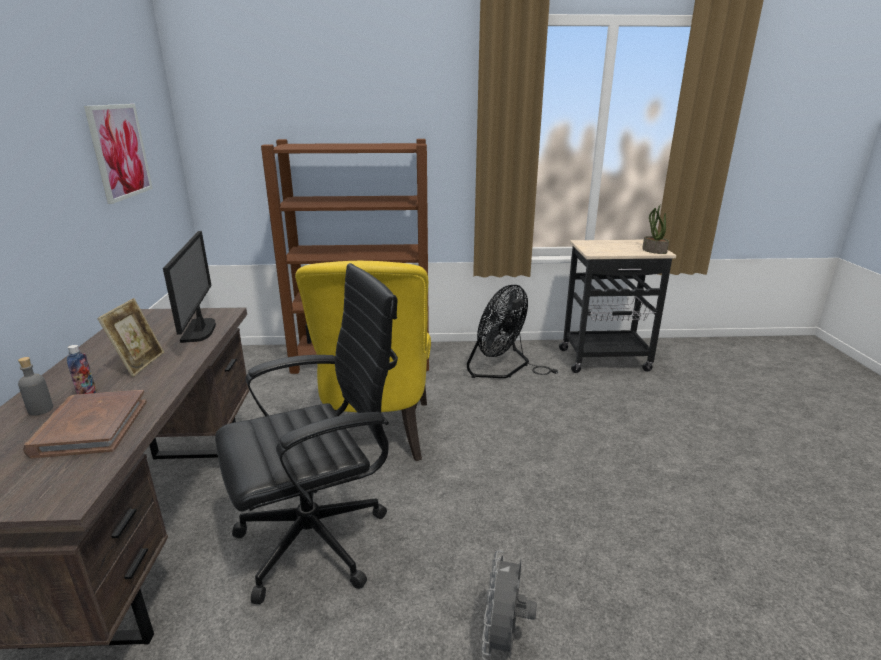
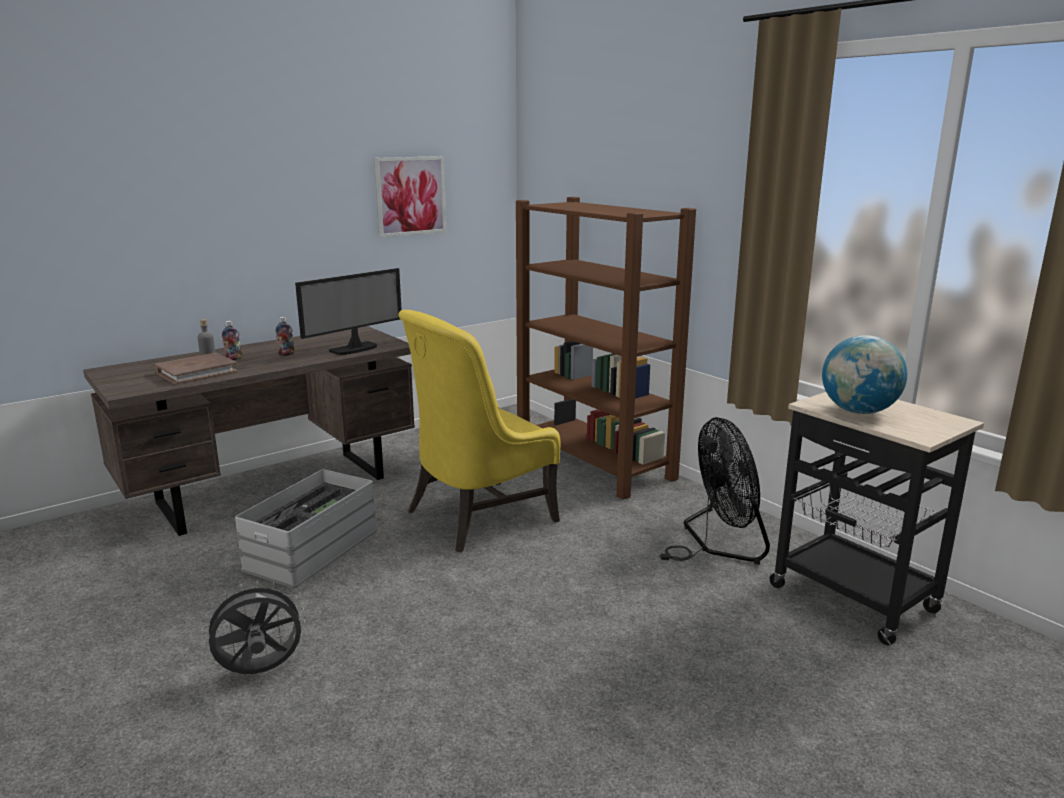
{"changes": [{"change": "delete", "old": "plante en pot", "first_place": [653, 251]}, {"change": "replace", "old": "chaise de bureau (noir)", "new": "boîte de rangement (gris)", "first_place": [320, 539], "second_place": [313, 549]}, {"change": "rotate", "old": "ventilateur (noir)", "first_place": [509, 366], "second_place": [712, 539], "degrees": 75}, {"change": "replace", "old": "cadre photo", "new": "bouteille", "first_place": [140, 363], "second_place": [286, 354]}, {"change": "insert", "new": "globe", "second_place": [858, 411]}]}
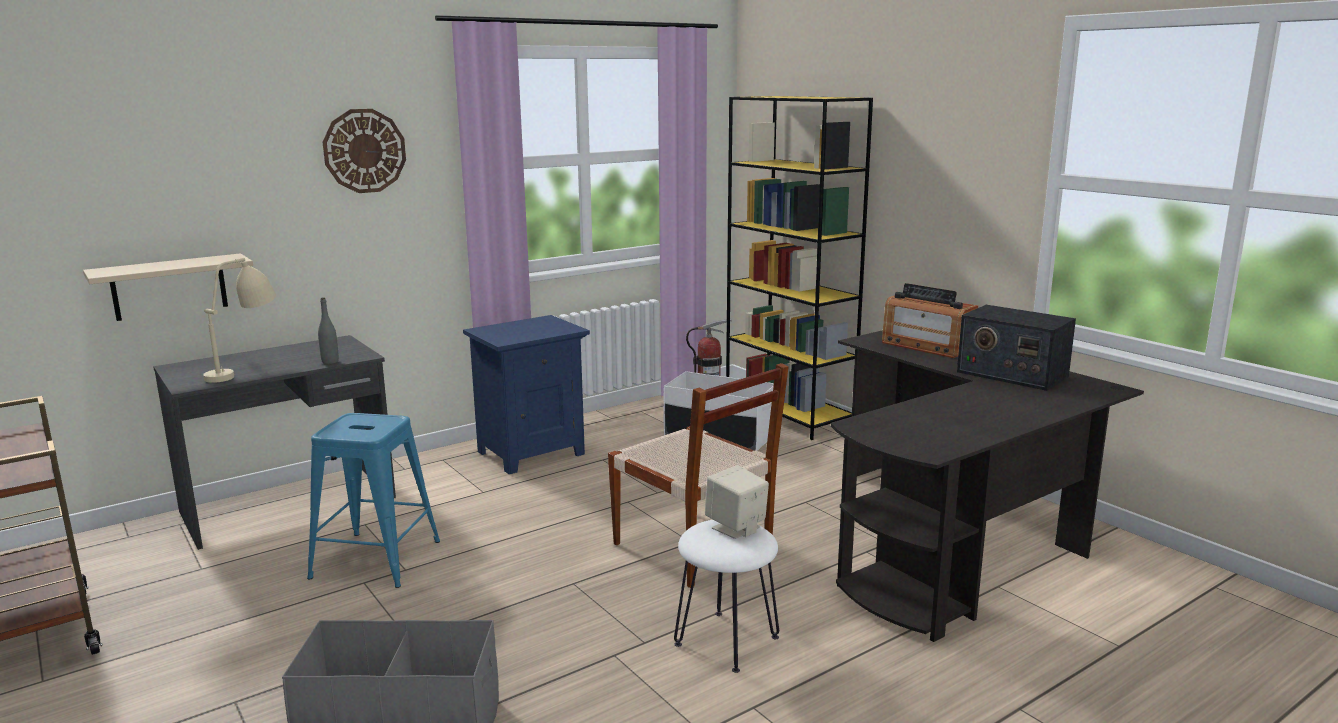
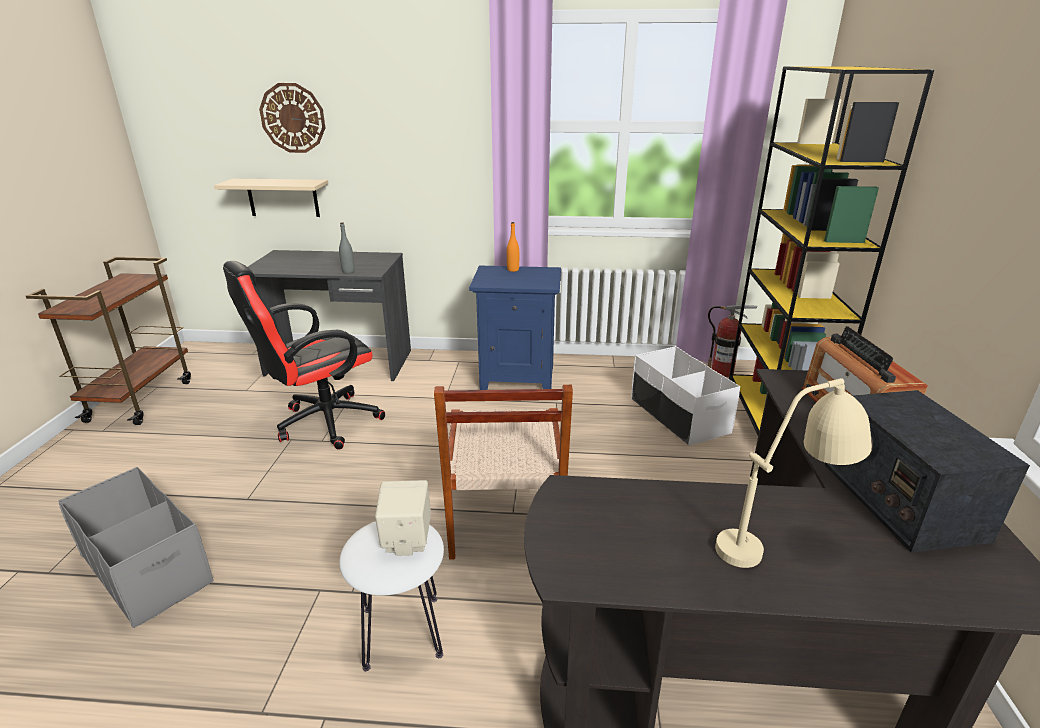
{"changes": [{"change": "move", "old": "horloge murale", "first_place": [364, 151], "second_place": [293, 118]}, {"change": "move", "old": "lampe de table (beige)", "first_place": [247, 370], "second_place": [781, 541]}, {"change": "replace", "old": "tabouret (bleu)", "new": "chaise de bureau (noir)", "first_place": [377, 559], "second_place": [320, 425]}, {"change": "insert", "new": "bouteille (orange)", "second_place": [513, 270]}]}
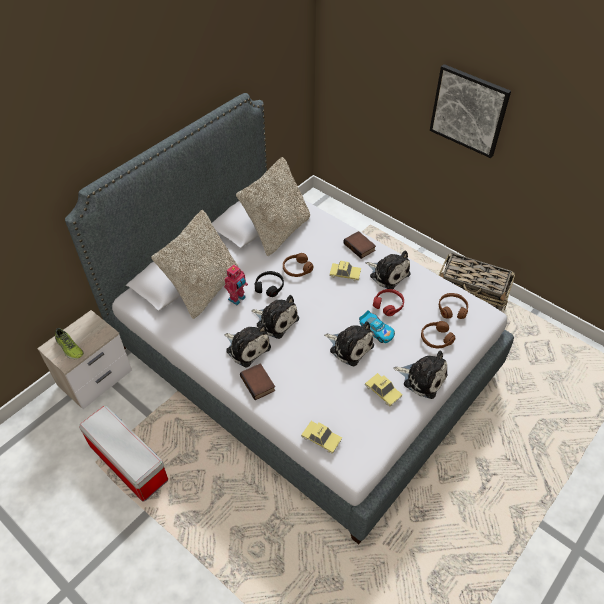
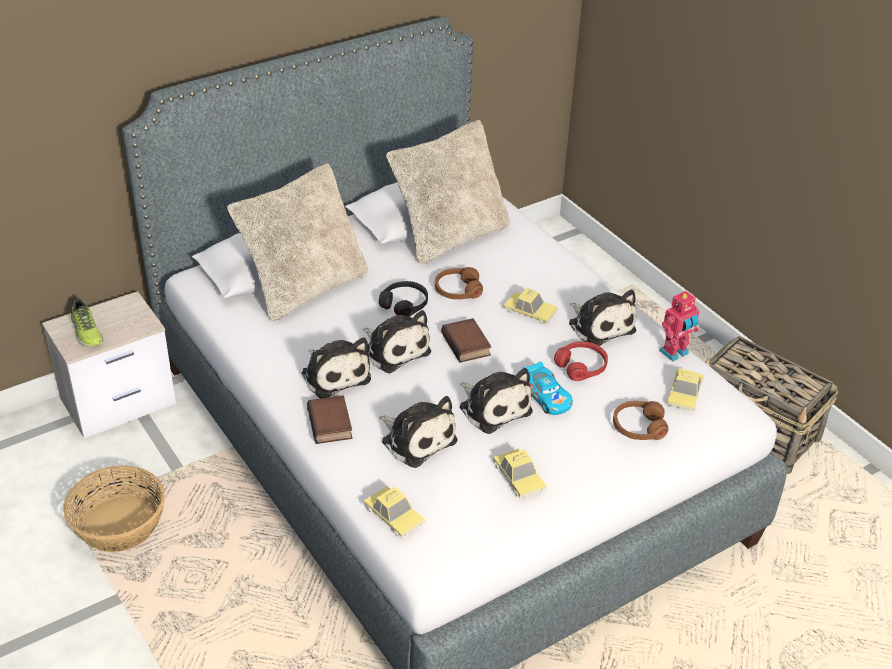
{"changes": [{"change": "delete", "old": "tableau", "first_place": [469, 110]}, {"change": "move", "old": "livre", "first_place": [360, 247], "second_place": [467, 345]}, {"change": "move", "old": "robot jouet", "first_place": [237, 299], "second_place": [675, 353]}, {"change": "replace", "old": "casque audio (marron)", "new": "petite voiture", "first_place": [452, 309], "second_place": [684, 394]}, {"change": "move", "old": "peluche", "first_place": [422, 378], "second_place": [416, 439]}, {"change": "replace", "old": "boîte de rangement", "new": "panier", "first_place": [127, 463], "second_place": [118, 524]}]}
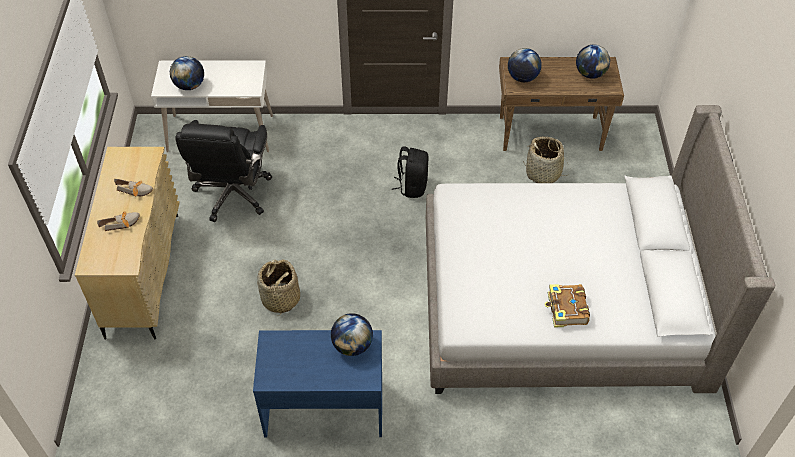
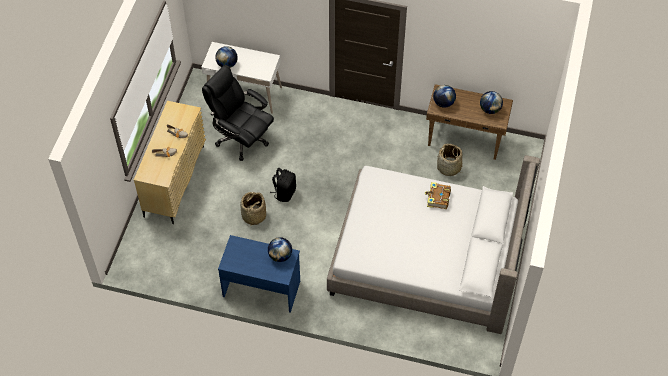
{"changes": [{"change": "rotate", "old": "chaise de bureau (noir)", "first_place": [233, 193], "second_place": [242, 138], "degrees": 105}, {"change": "move", "old": "sac à dos (noir)", "first_place": [412, 186], "second_place": [284, 193]}, {"change": "move", "old": "livre", "first_place": [566, 310], "second_place": [437, 198]}]}
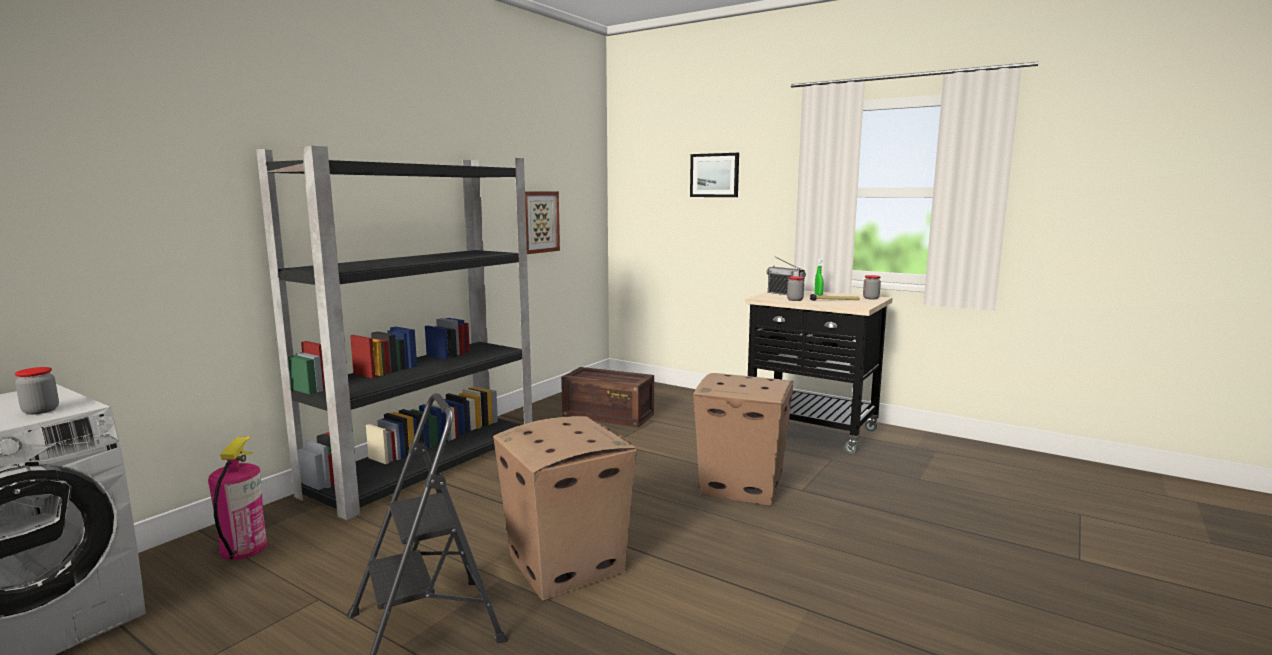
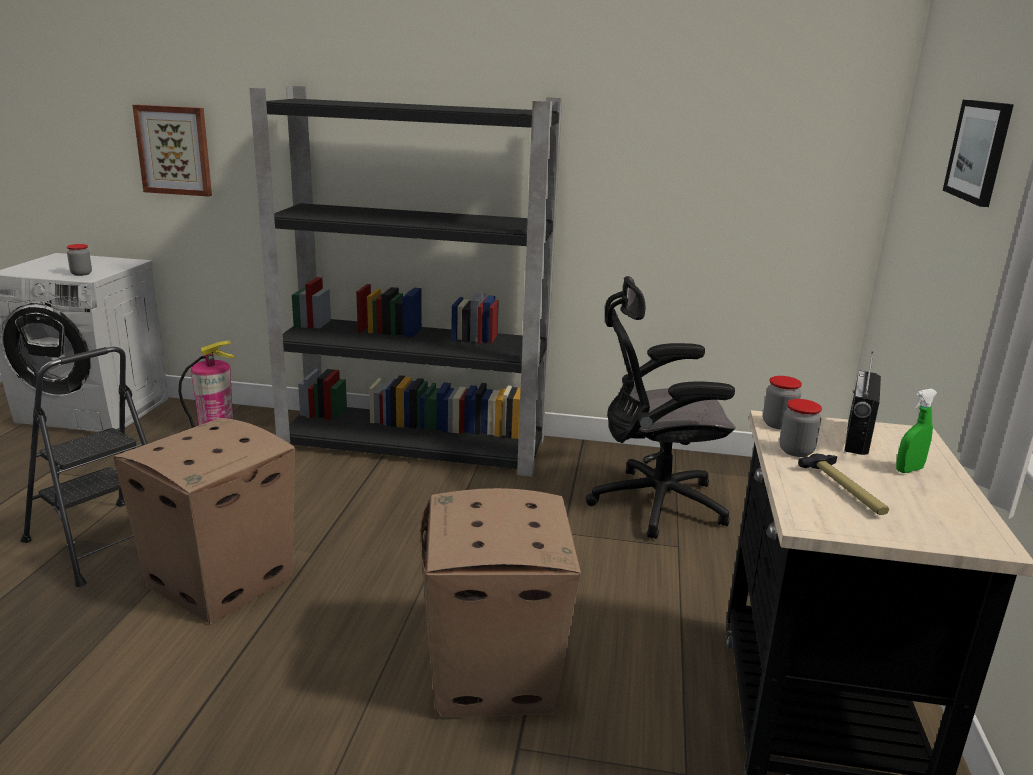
{"changes": [{"change": "move", "old": "tableau", "first_place": [539, 222], "second_place": [174, 150]}, {"change": "move", "old": "bocal", "first_place": [871, 298], "second_place": [778, 424]}, {"change": "replace", "old": "caisse", "new": "chaise de bureau", "first_place": [606, 415], "second_place": [656, 505]}]}
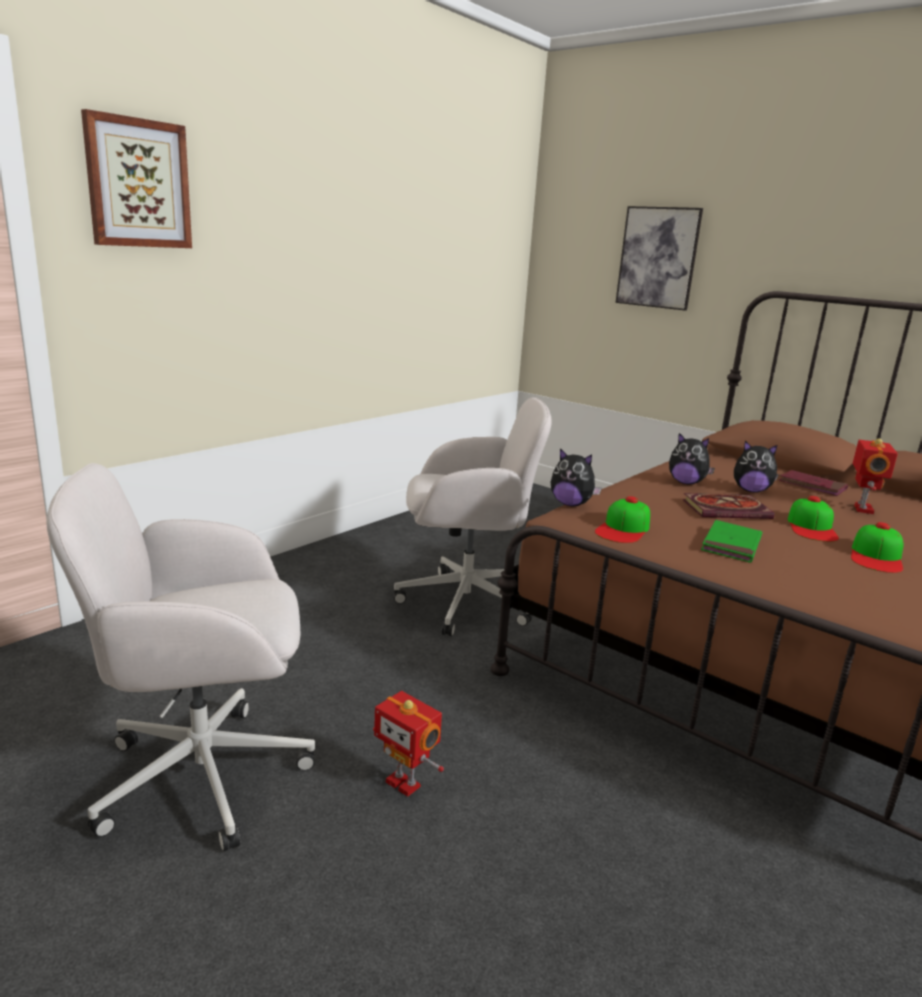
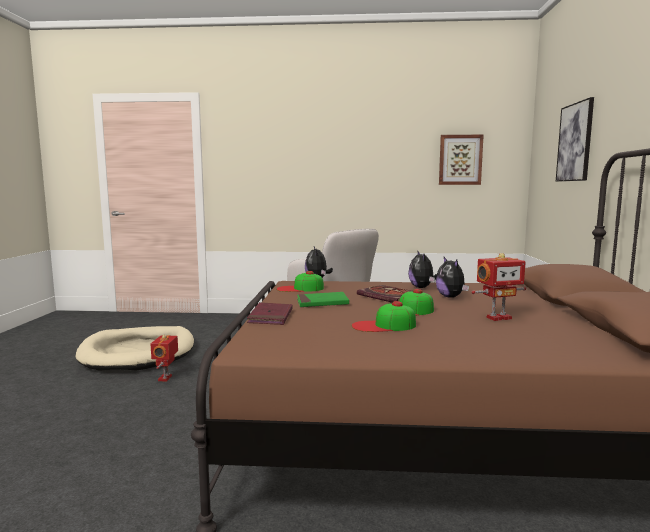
{"changes": [{"change": "move", "old": "tableau", "first_place": [138, 184], "second_place": [460, 160]}, {"change": "replace", "old": "chaise de bureau (blanc)", "new": "panier pour chien (beige)", "first_place": [203, 776], "second_place": [138, 353]}, {"change": "move", "old": "livre (rouge)", "first_place": [812, 486], "second_place": [271, 316]}]}
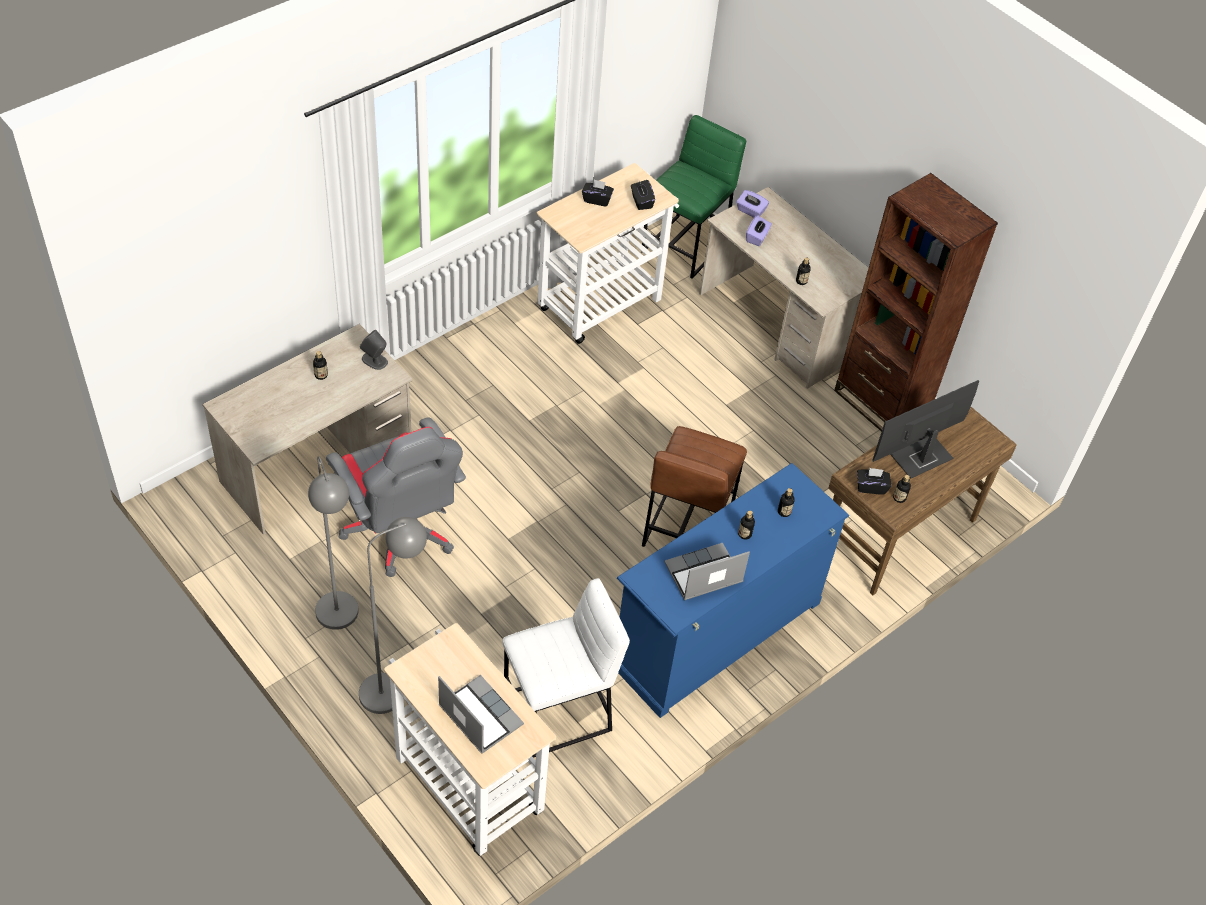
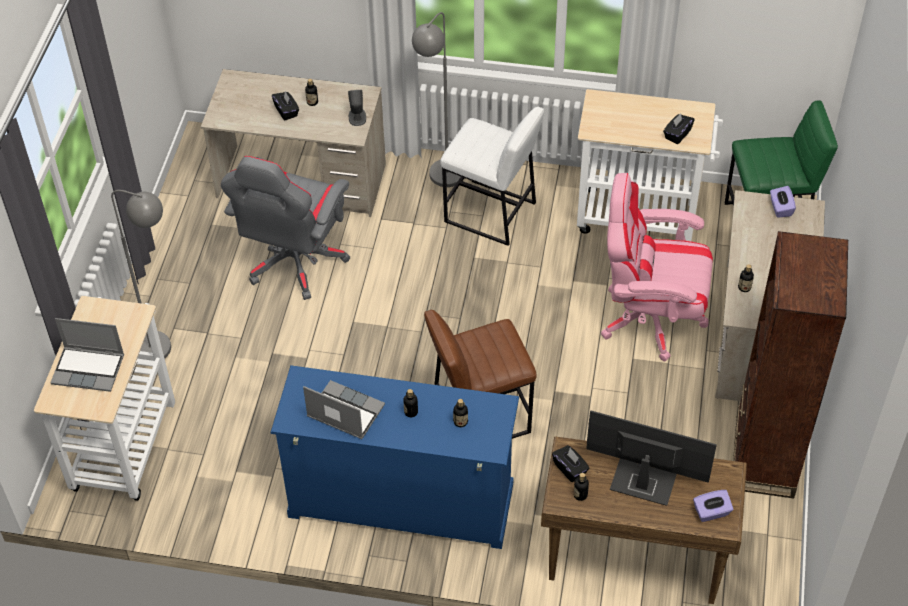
{"changes": [{"change": "move", "old": "boîte à mouchoirs (noir)", "first_place": [597, 199], "second_place": [286, 111]}, {"change": "move", "old": "boîte à mouchoirs (violet)", "first_place": [757, 237], "second_place": [711, 512]}, {"change": "move", "old": "lampadaire (gris)", "first_place": [340, 622], "second_place": [441, 182]}, {"change": "move", "old": "chaise (blanc)", "first_place": [559, 711], "second_place": [491, 213]}, {"change": "rotate", "old": "ordinateur portable", "first_place": [479, 715], "second_place": [89, 369], "degrees": 90}, {"change": "insert", "new": "chaise de bureau (rose)", "second_place": [651, 318]}]}
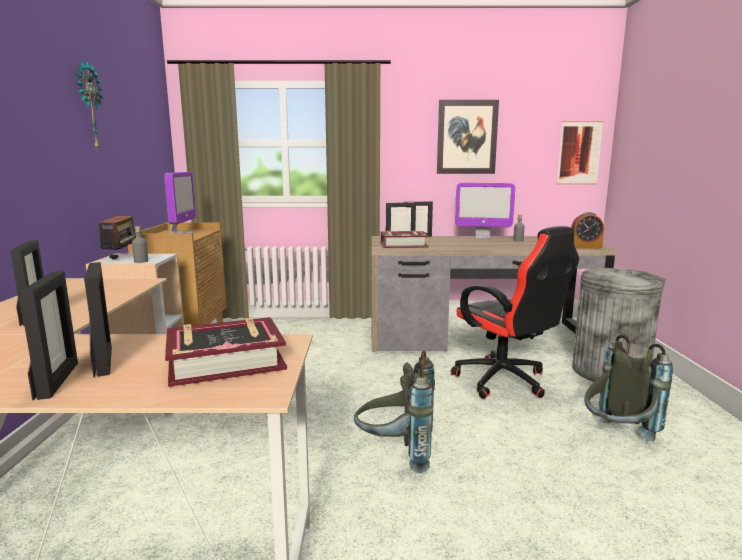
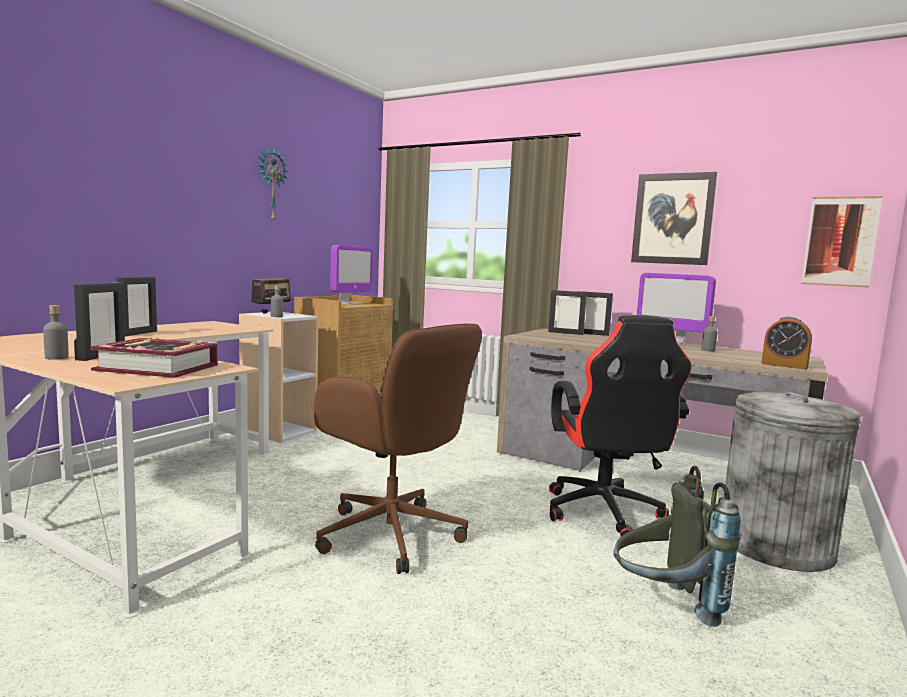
{"changes": [{"change": "delete", "old": "livre", "first_place": [403, 245]}, {"change": "replace", "old": "cadre photo", "new": "bouteille (gris)", "first_place": [57, 380], "second_place": [56, 358]}, {"change": "replace", "old": "sac à dos (gris)", "new": "chaise de bureau (marron)", "first_place": [396, 454], "second_place": [390, 535]}]}
